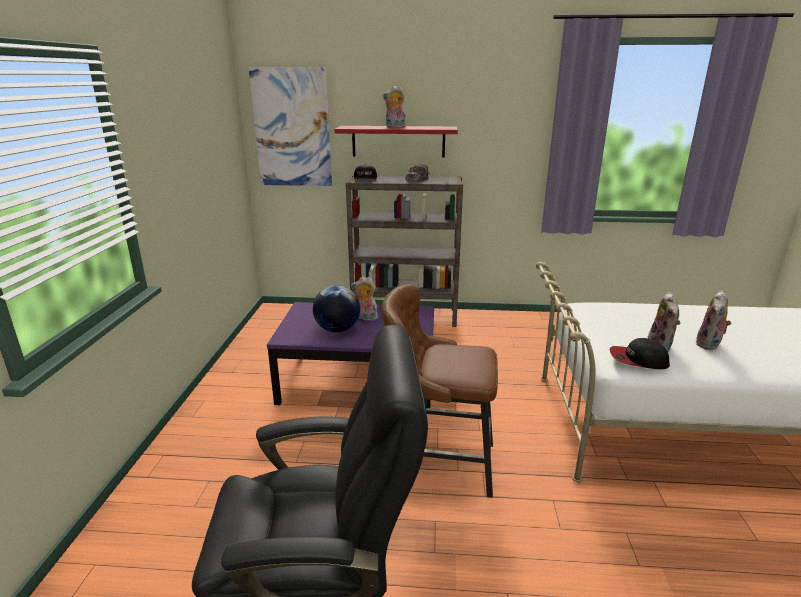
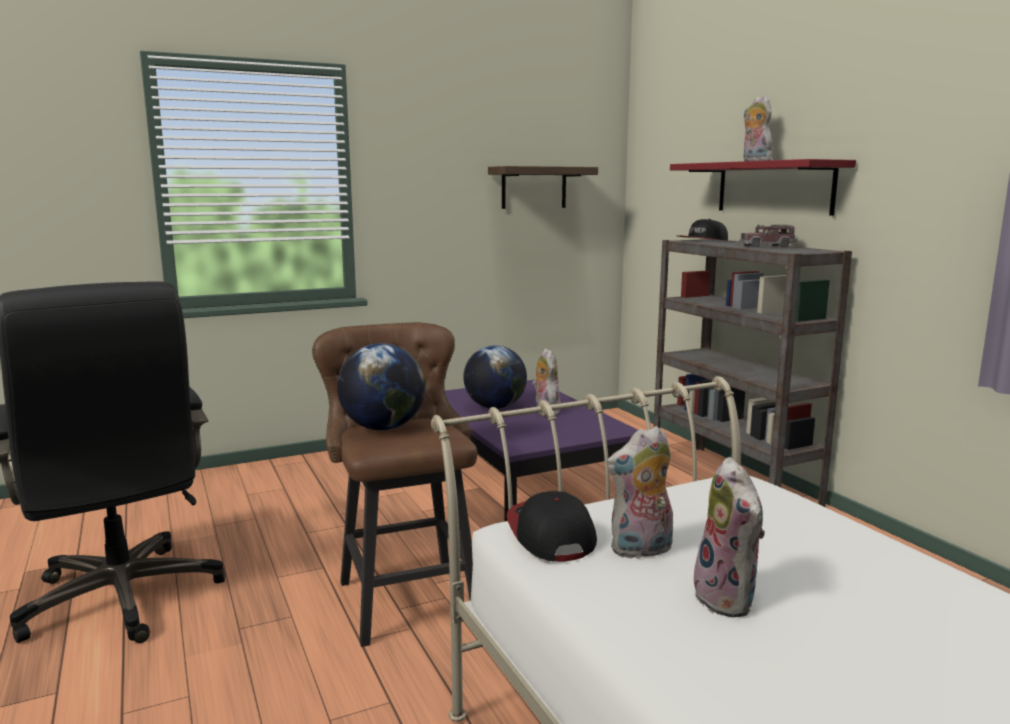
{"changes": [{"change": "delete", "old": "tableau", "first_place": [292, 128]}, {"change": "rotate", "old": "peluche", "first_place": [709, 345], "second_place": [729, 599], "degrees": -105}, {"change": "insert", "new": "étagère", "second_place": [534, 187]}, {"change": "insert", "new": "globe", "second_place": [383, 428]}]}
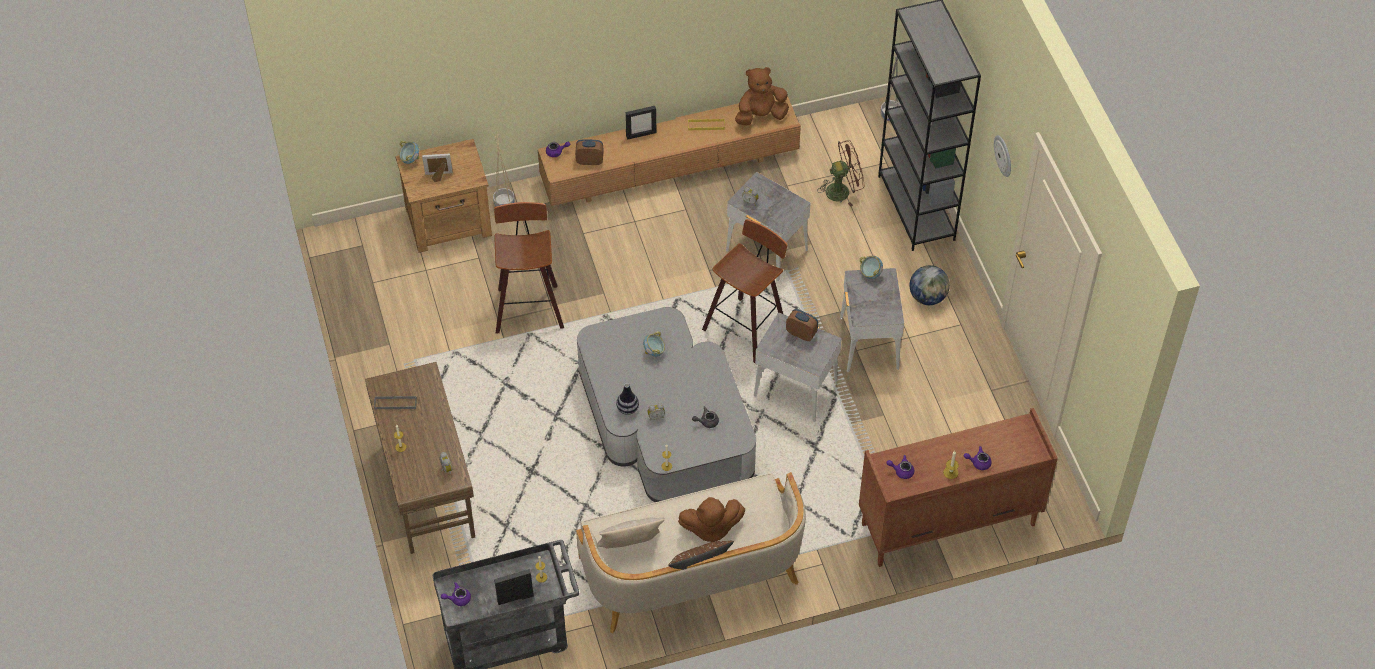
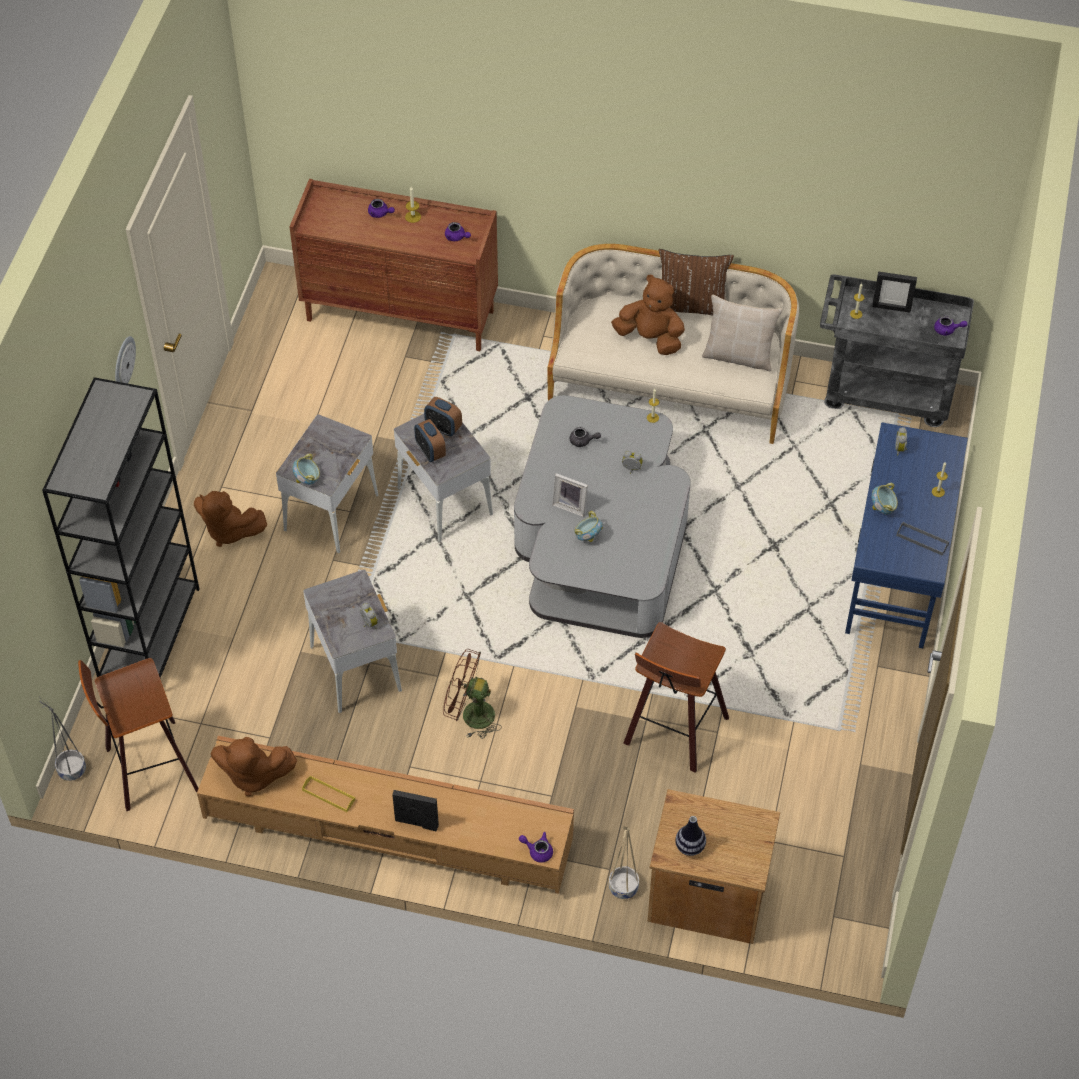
{"changes": [{"change": "move", "old": "réveil", "first_place": [589, 161], "second_place": [443, 428]}, {"change": "move", "old": "ventilateur (marron)", "first_place": [842, 190], "second_place": [470, 715]}, {"change": "move", "old": "bol", "first_place": [410, 159], "second_place": [882, 508]}, {"change": "move", "old": "cadre photo", "first_place": [439, 177], "second_place": [571, 505]}, {"change": "move", "old": "tabouret", "first_place": [747, 327], "second_place": [148, 768]}, {"change": "replace", "old": "globe", "new": "peluche (marron)", "first_place": [927, 297], "second_place": [228, 530]}, {"change": "recolor", "old": "table console (marron)", "new": "table console (bleu)", "first_place": [427, 490], "second_place": [895, 578]}, {"change": "move", "old": "vase", "first_place": [627, 408], "second_place": [689, 846]}]}
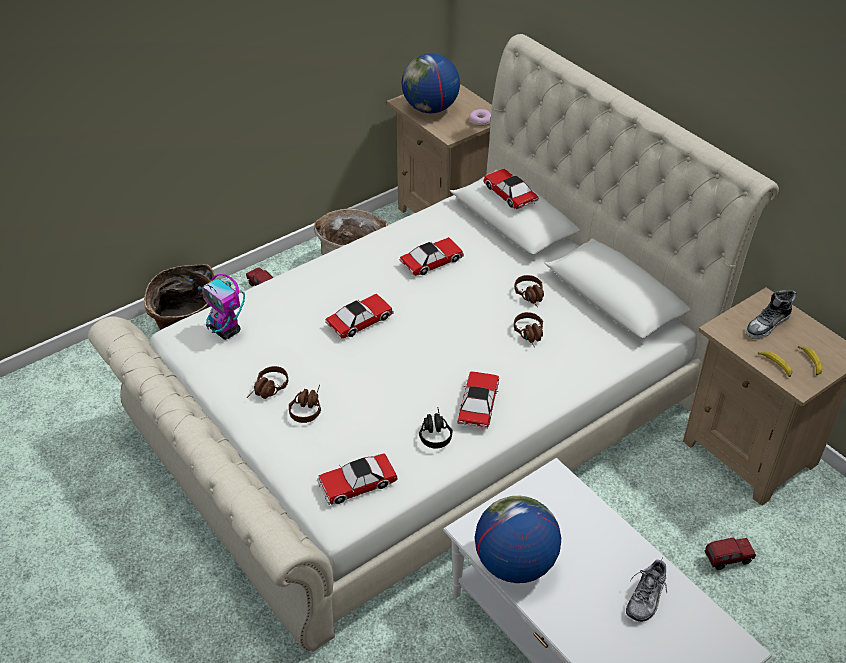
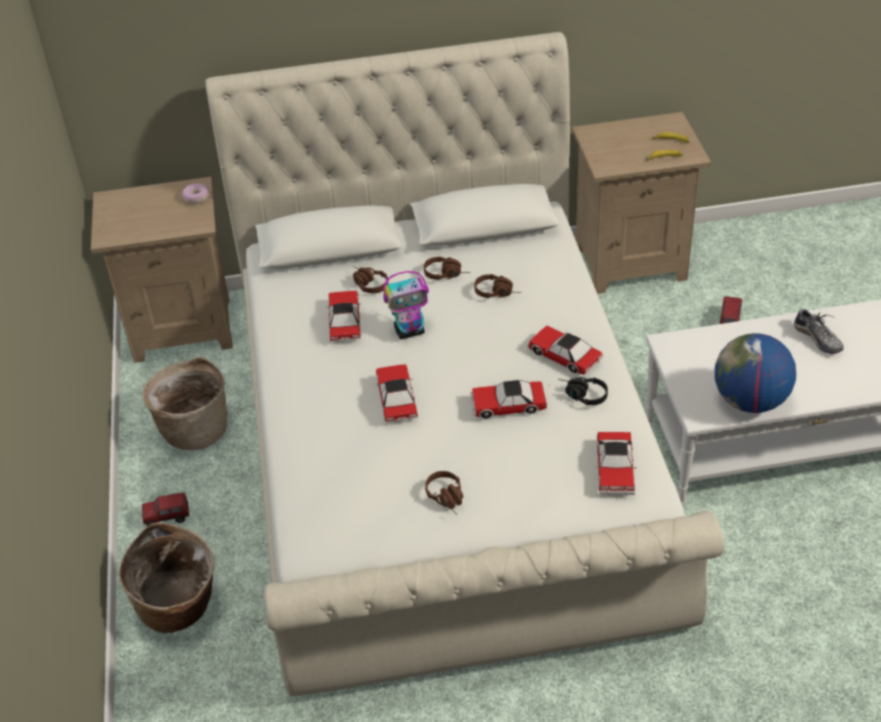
{"changes": [{"change": "delete", "old": "globe", "first_place": [430, 109]}, {"change": "move", "old": "petite voiture", "first_place": [509, 194], "second_place": [507, 405]}, {"change": "move", "old": "robot jouet", "first_place": [226, 331], "second_place": [410, 331]}, {"change": "delete", "old": "chaussure", "first_place": [768, 325]}, {"change": "move", "old": "casque audio (marron)", "first_place": [307, 407], "second_place": [367, 284]}]}
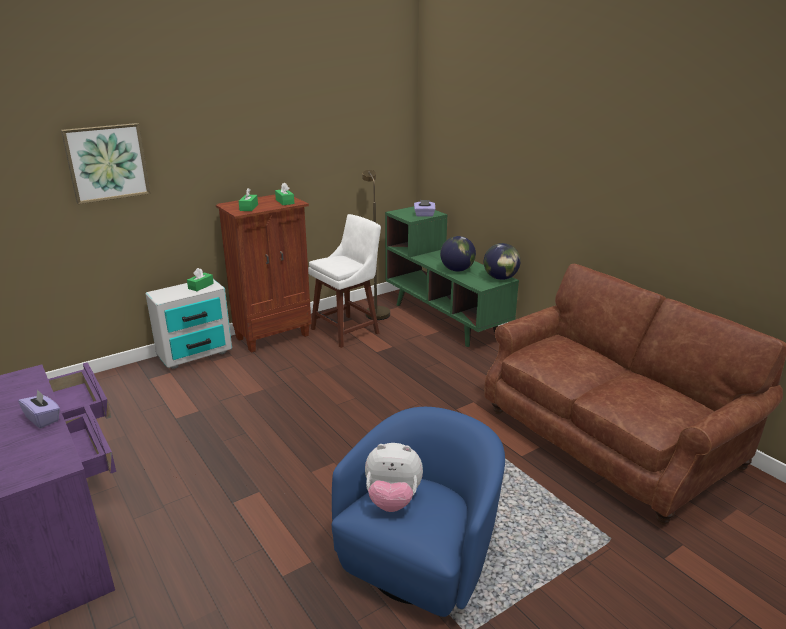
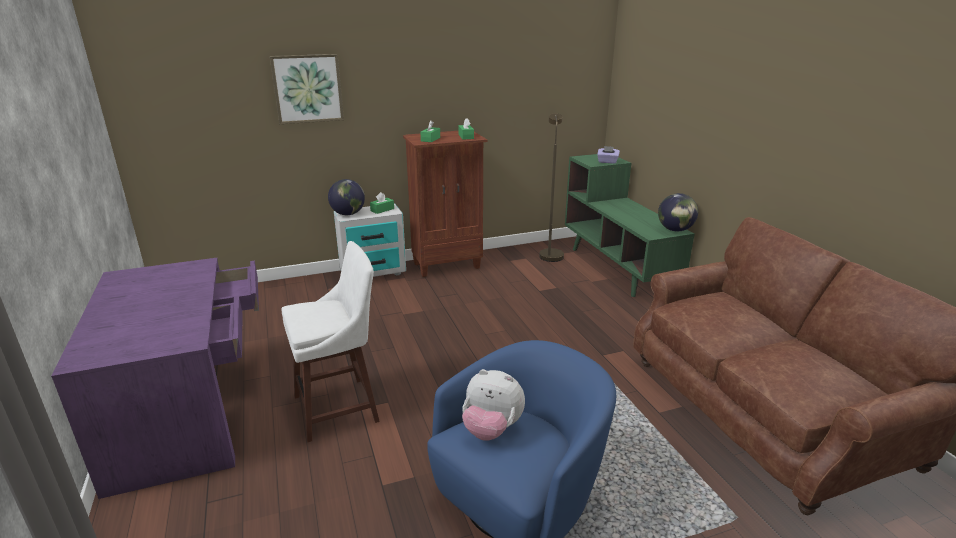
{"changes": [{"change": "move", "old": "chaise (blanc)", "first_place": [348, 330], "second_place": [341, 407]}, {"change": "move", "old": "globe", "first_place": [457, 270], "second_place": [348, 214]}, {"change": "delete", "old": "boîte à mouchoirs (violet)", "first_place": [43, 419]}]}
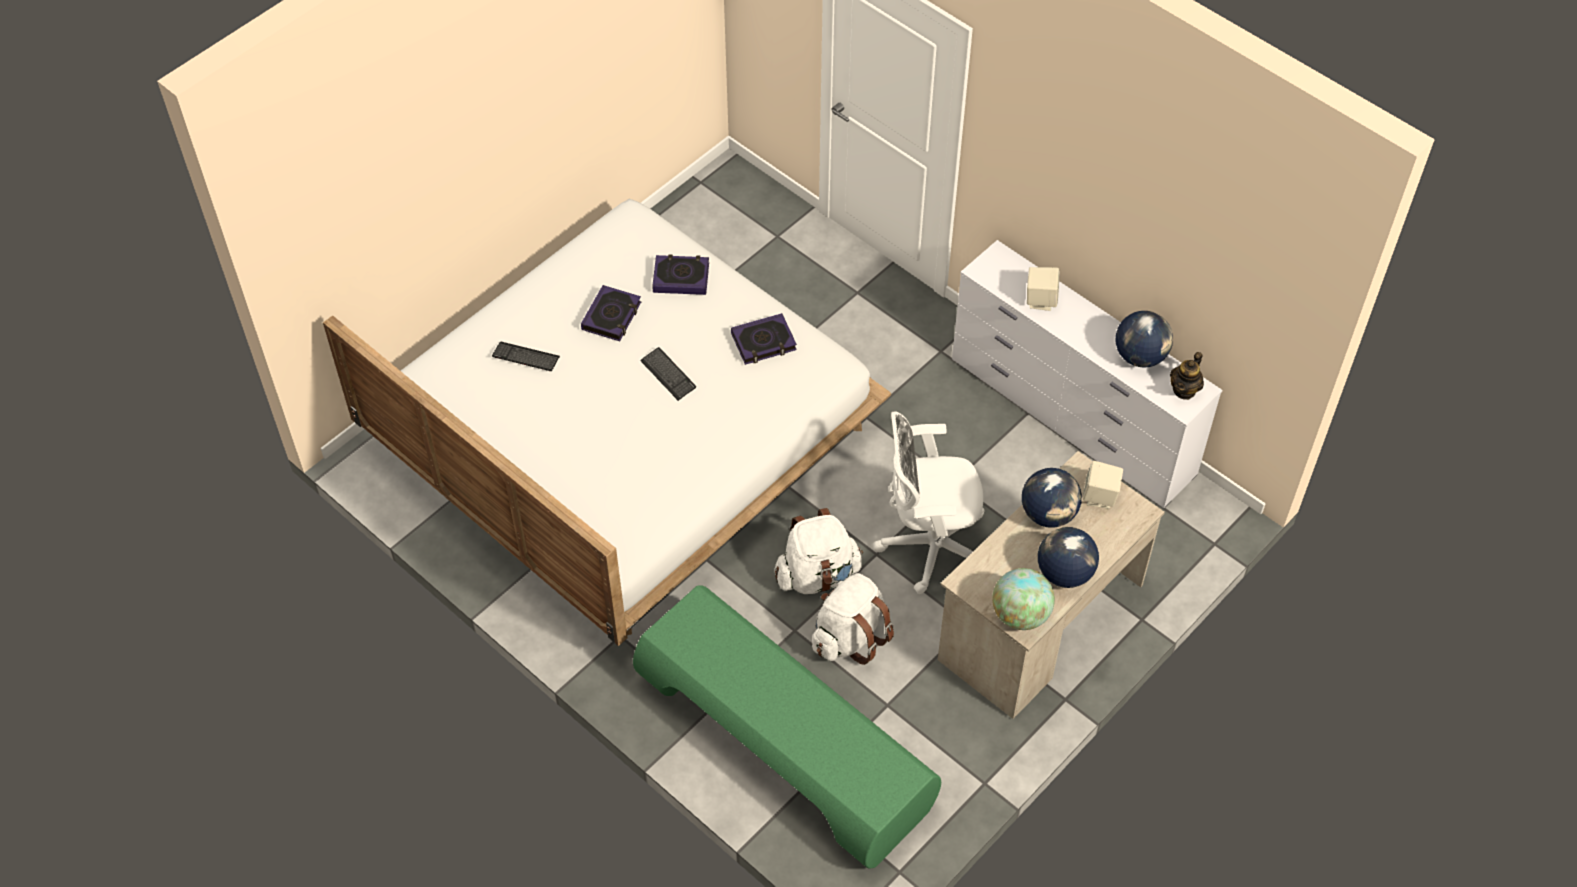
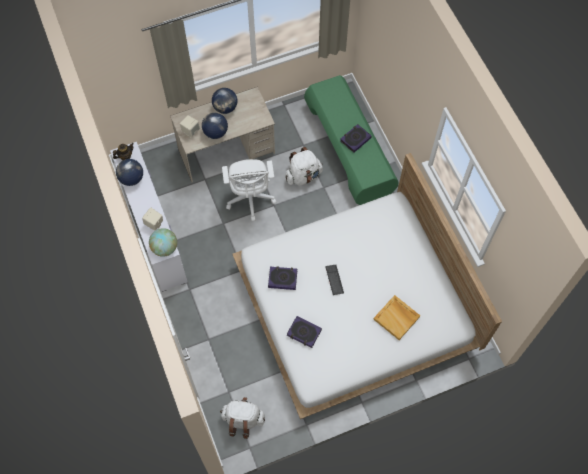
{"changes": [{"change": "move", "old": "livre", "first_place": [612, 316], "second_place": [355, 139]}, {"change": "replace", "old": "clavier", "new": "plateau (beige)", "first_place": [526, 357], "second_place": [397, 318]}, {"change": "rotate", "old": "chaise de bureau (blanc)", "first_place": [930, 547], "second_place": [250, 199], "degrees": 60}, {"change": "move", "old": "sac à dos (blanc)", "first_place": [817, 575], "second_place": [243, 420]}, {"change": "move", "old": "globe", "first_place": [1020, 615], "second_place": [165, 248]}]}
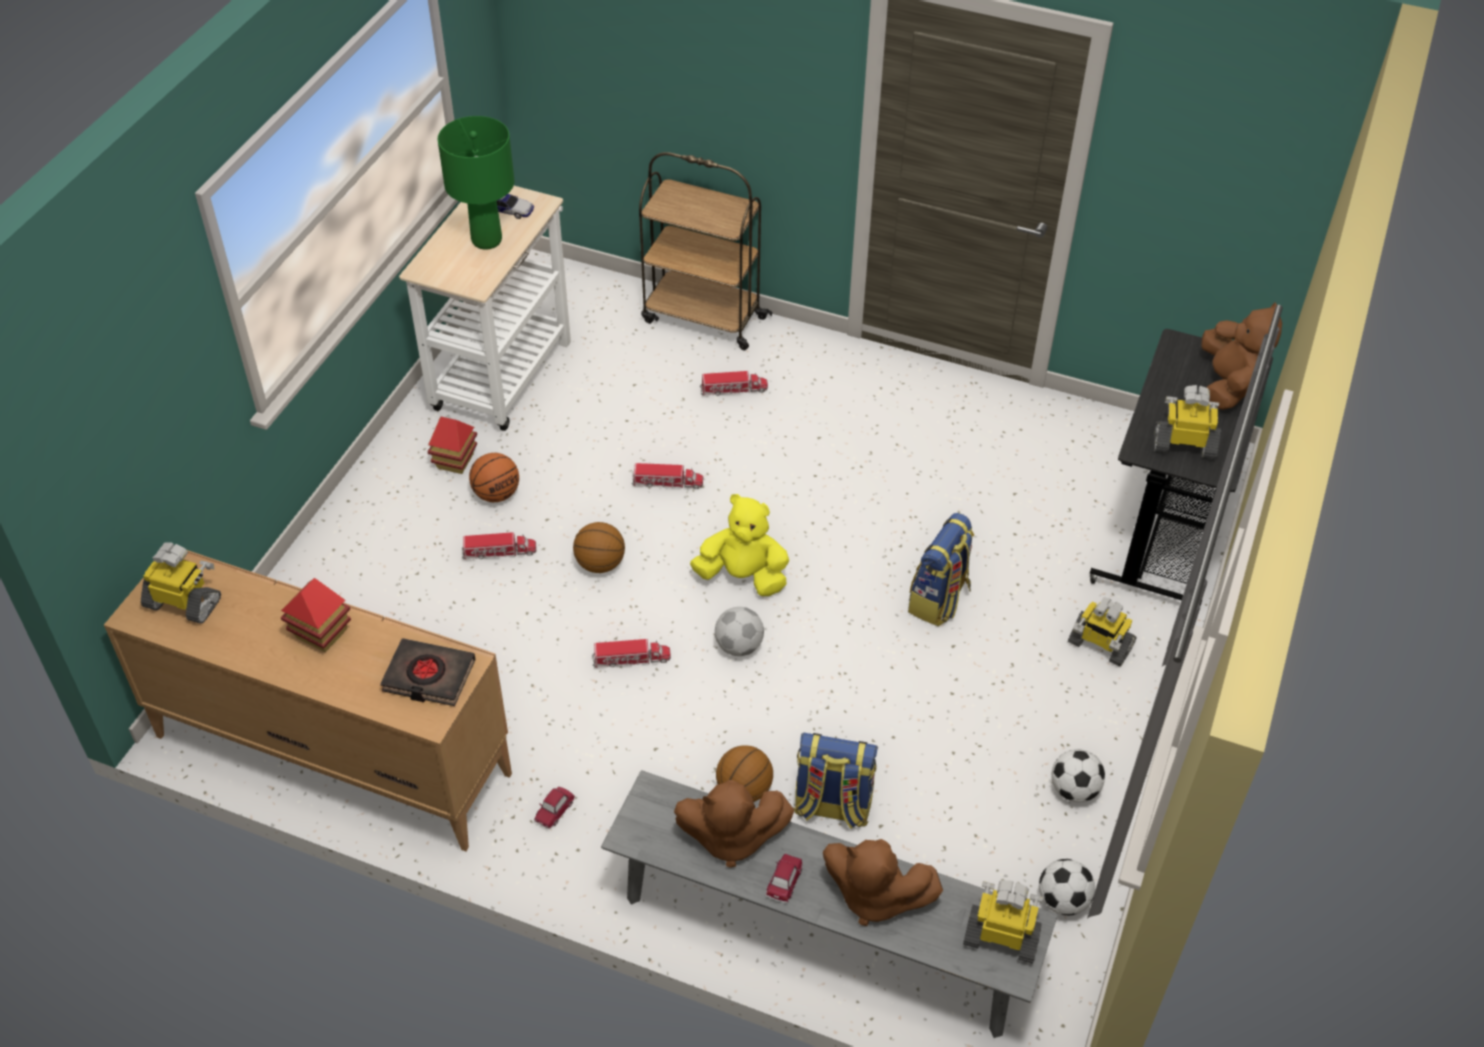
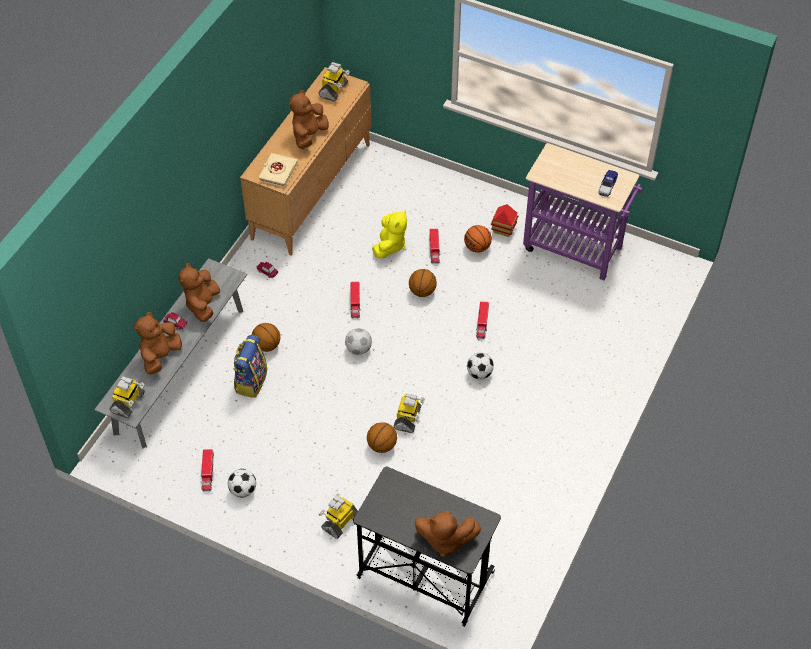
{"changes": [{"change": "delete", "old": "lampe de table (vert)", "first_place": [487, 241]}, {"change": "delete", "old": "chariot (marron)", "first_place": [703, 319]}, {"change": "recolor", "old": "chariot (blanc)", "new": "chariot (violet)", "first_place": [503, 375], "second_place": [574, 249]}, {"change": "move", "old": "camion jouet", "first_place": [733, 390], "second_place": [208, 473]}, {"change": "move", "old": "robot jouet", "first_place": [1184, 444], "second_place": [408, 418]}, {"change": "move", "old": "peluche (jaune)", "first_place": [743, 577], "second_place": [390, 245]}, {"change": "replace", "old": "sac à dos", "new": "ballon de basket", "first_place": [939, 600], "second_place": [382, 445]}, {"change": "replace", "old": "maison miniature", "new": "peluche (marron)", "first_place": [321, 633], "second_place": [309, 135]}, {"change": "recolor", "old": "livre (noir)", "new": "livre (beige)", "first_place": [428, 676], "second_place": [278, 172]}, {"change": "move", "old": "ballon de foot", "first_place": [1062, 901], "second_place": [479, 373]}]}
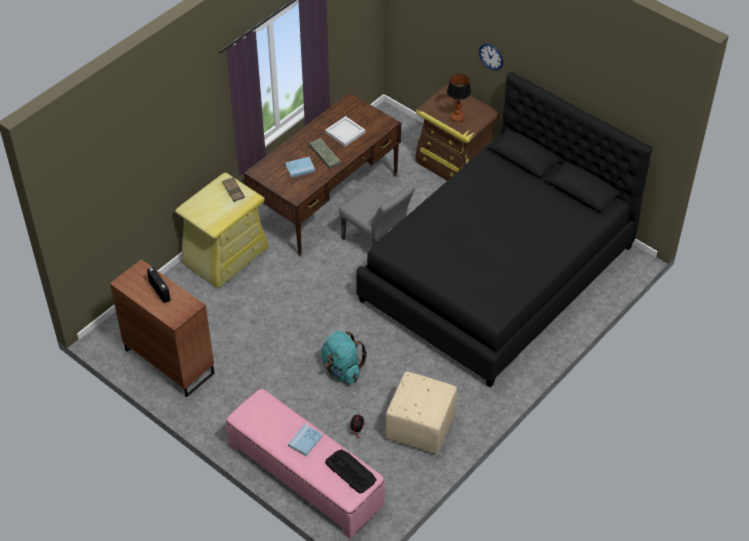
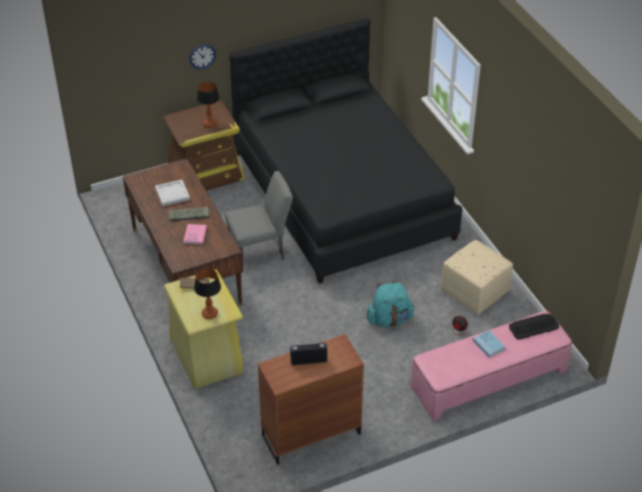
{"changes": [{"change": "recolor", "old": "livre (bleu)", "new": "livre (rose)", "first_place": [300, 168], "second_place": [195, 235]}, {"change": "insert", "new": "lampe de table", "second_place": [210, 314]}]}
